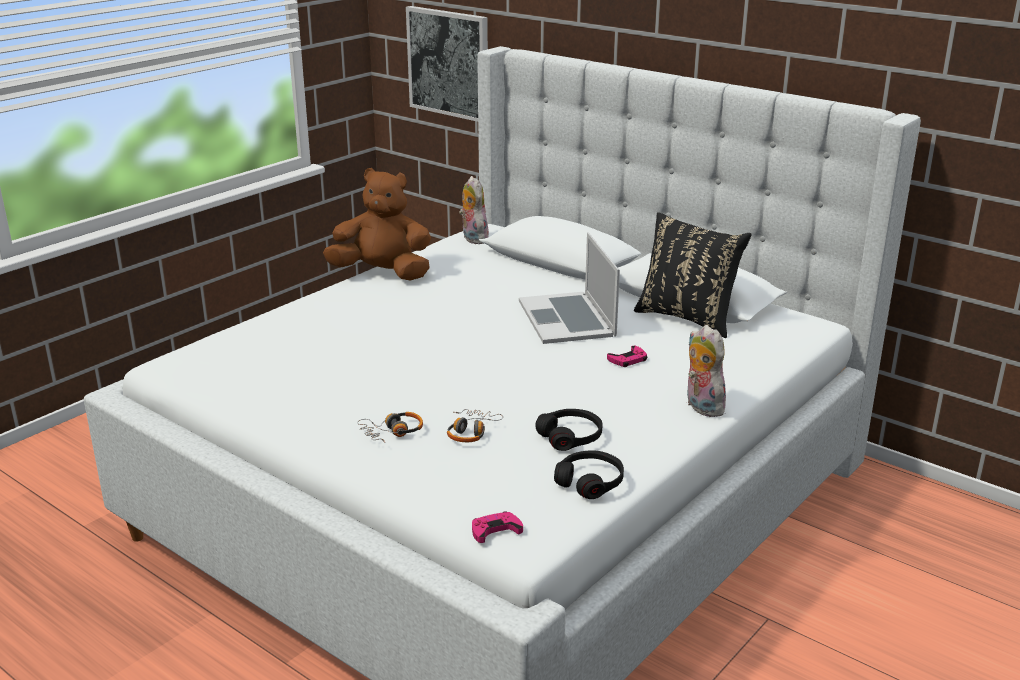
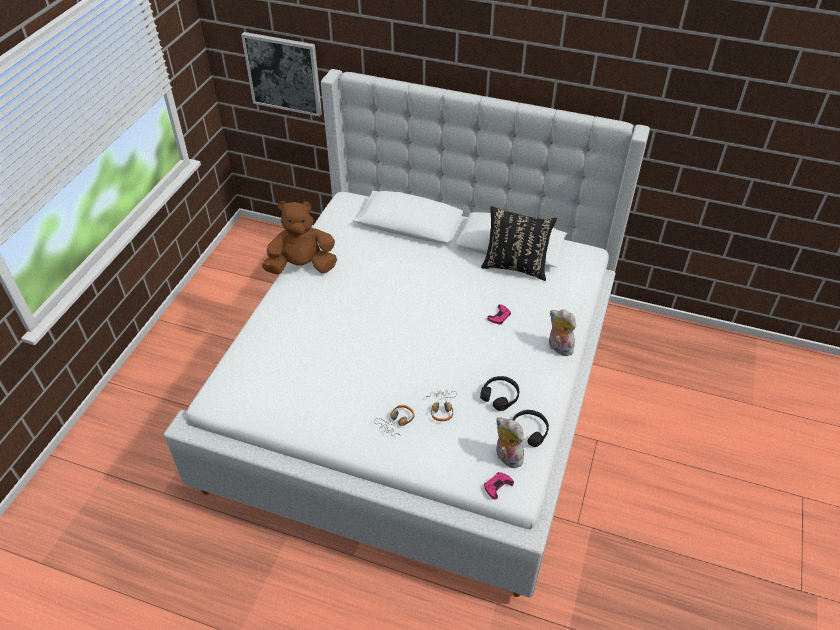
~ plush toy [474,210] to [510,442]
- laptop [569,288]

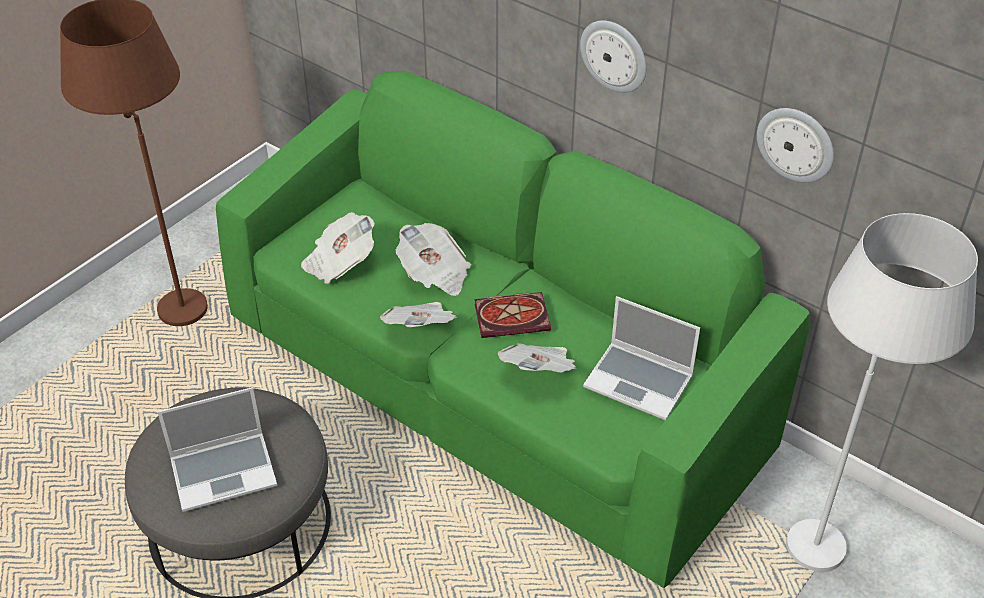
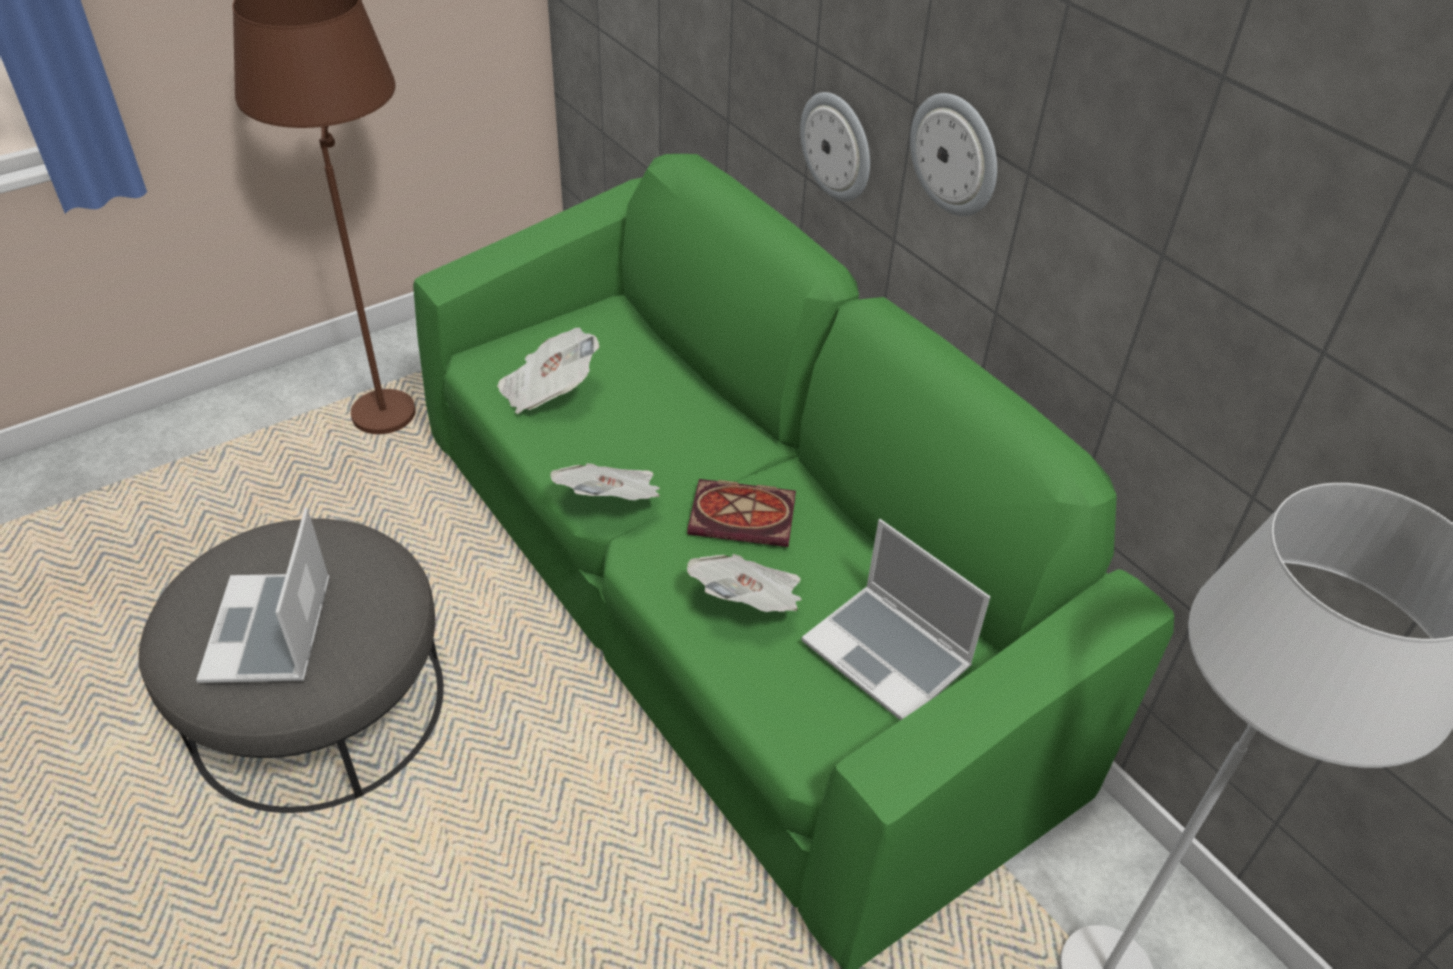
~ laptop [217,449] = [263,595] 90 degrees clockwise
~ wall clock [795,145] to [835,146]
- newspaper [433,259]

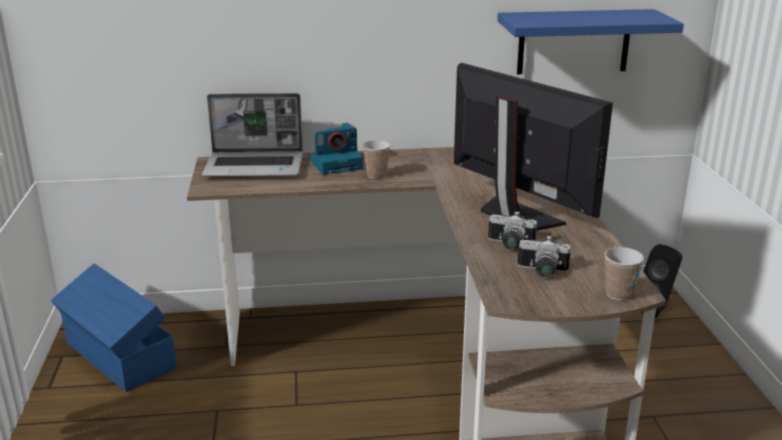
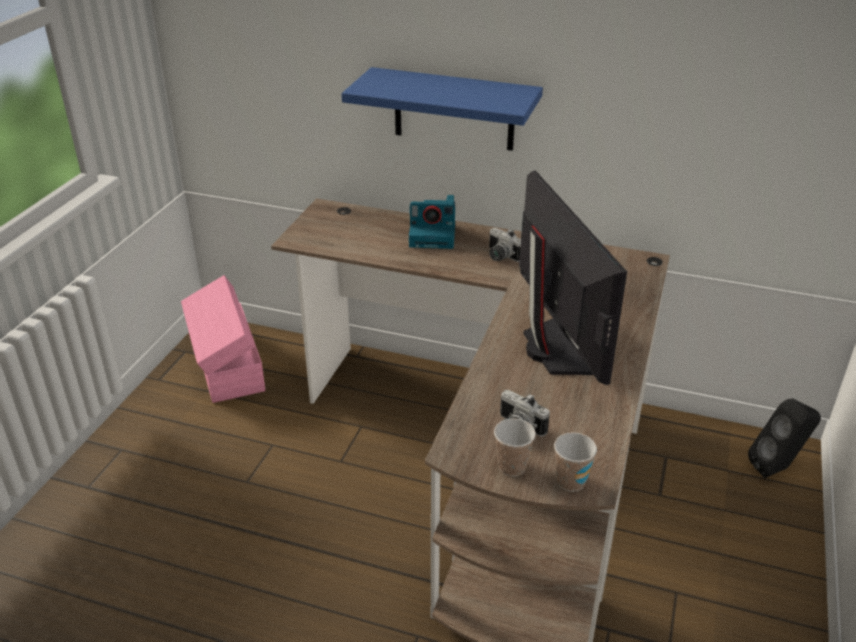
~ blue storage box [114,328] to pink storage box [223,339]
~ blue shelf [590,41] to [442,109]
~ photo camera [512,230] to [505,245]
~ cup [376,159] to [515,447]
- laptop [252,135]

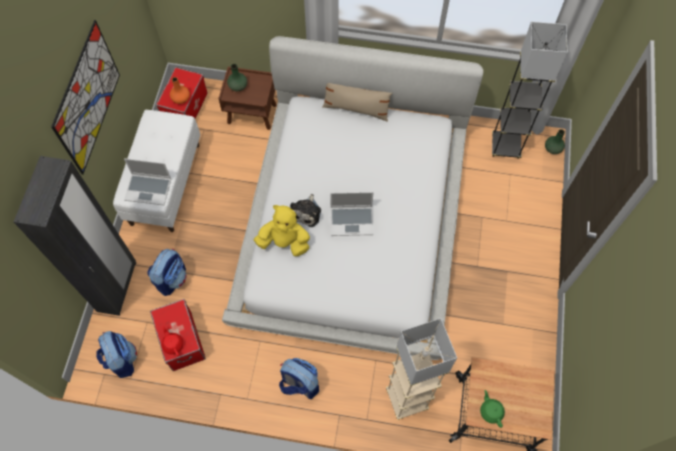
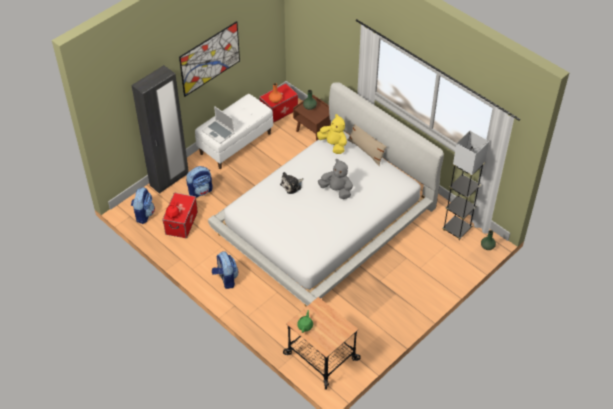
~ yellow plush toy [282,230] to [332,134]
+ grey plush toy [335,179]
- laptop [352,214]
- beige floor lamp [421,369]

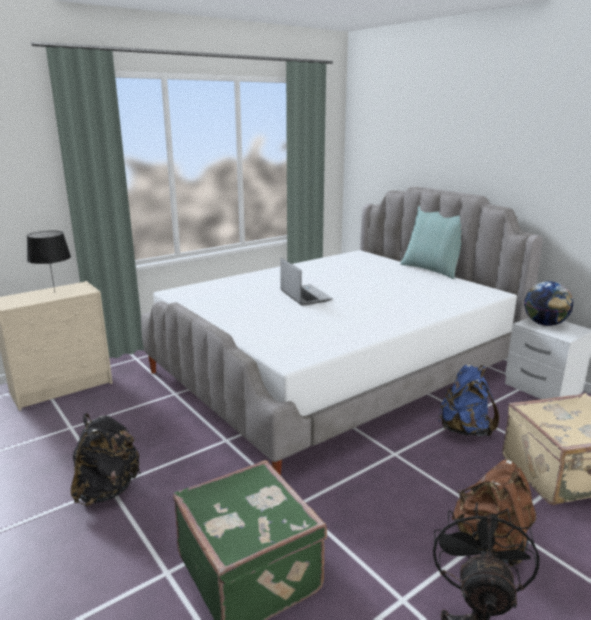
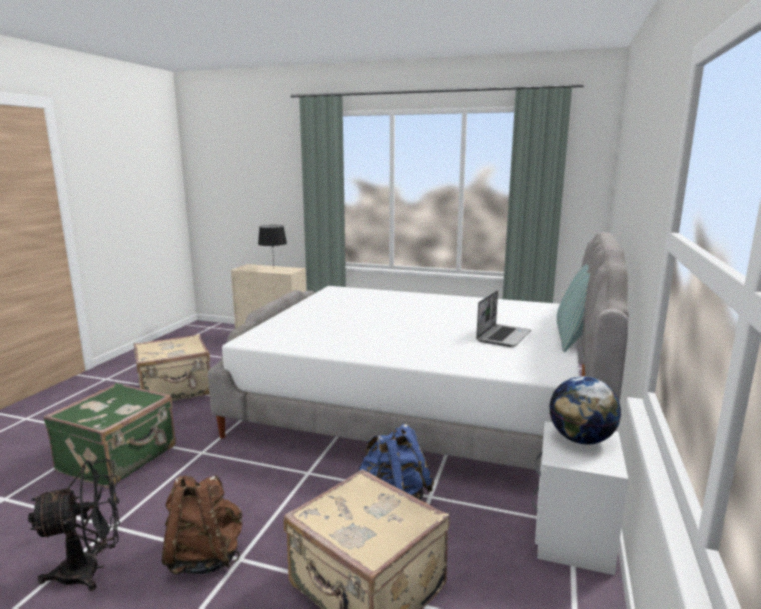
~ black backpack [106,459] to beige suitcase [171,367]
~ laptop [306,282] to [504,318]

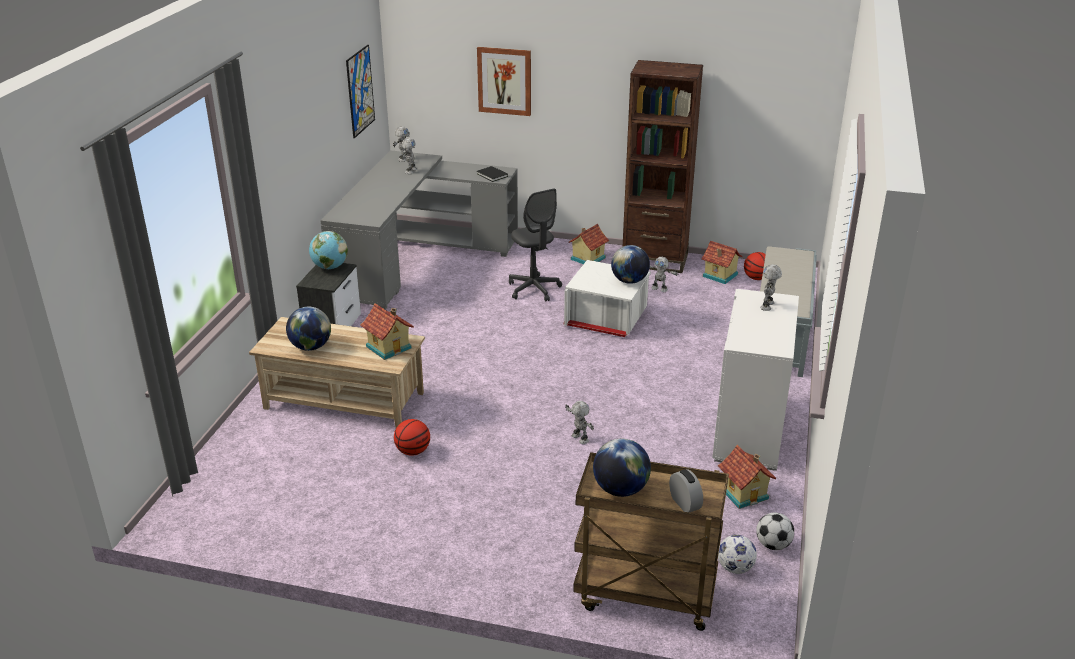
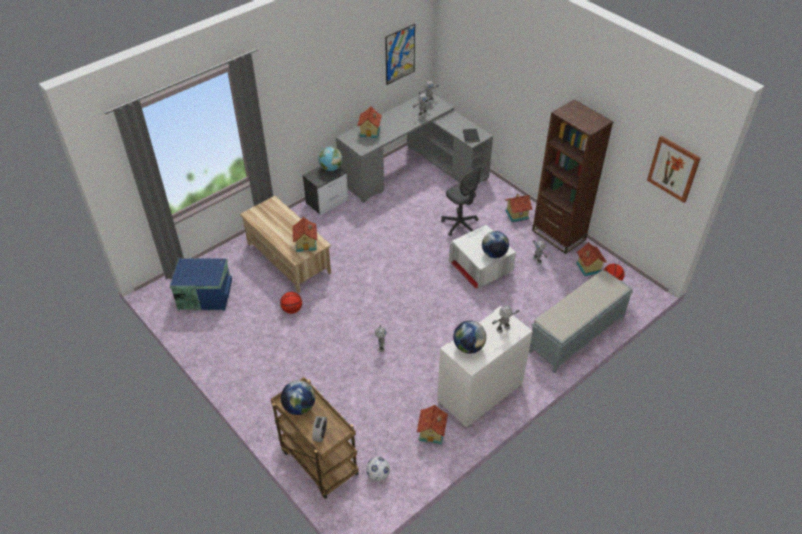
+ blue storage box [201,284]
+ toy house [369,122]
~ grey office chair [535,245] = [461,201] 45 degrees counterclockwise
~ globe [308,329] to [469,337]
~ picture [504,81] to [674,169]
- football [775,531]

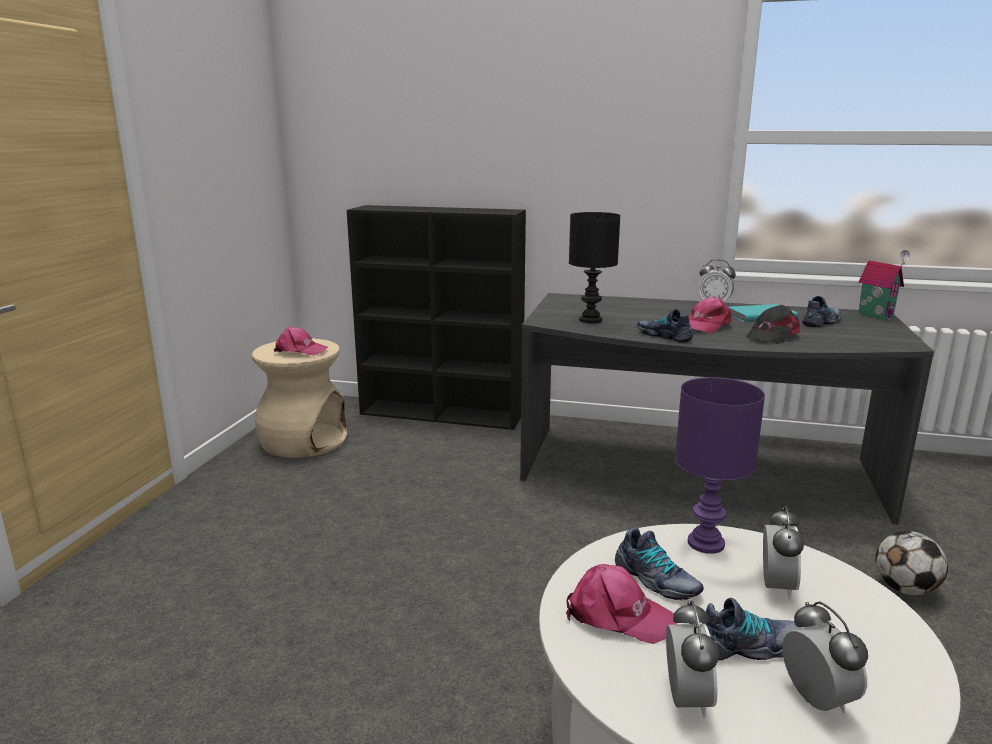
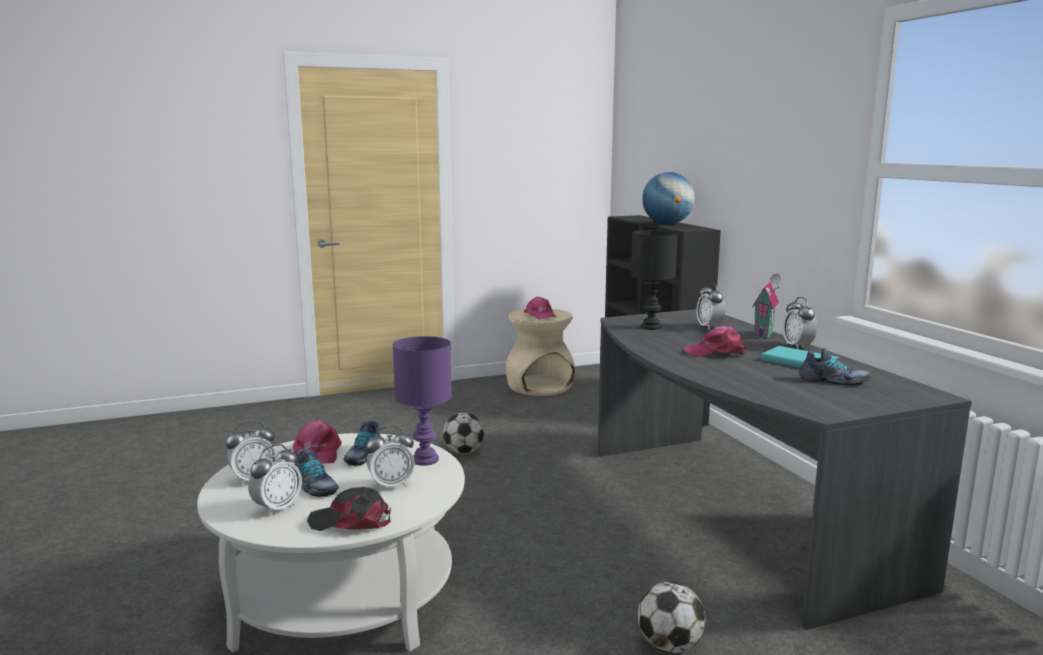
~ black cap [773,324] to [349,509]
+ football [463,433]
+ globe [668,198]
+ alarm clock [711,306]
~ toy house [884,285] to [766,306]
- shoe [665,326]

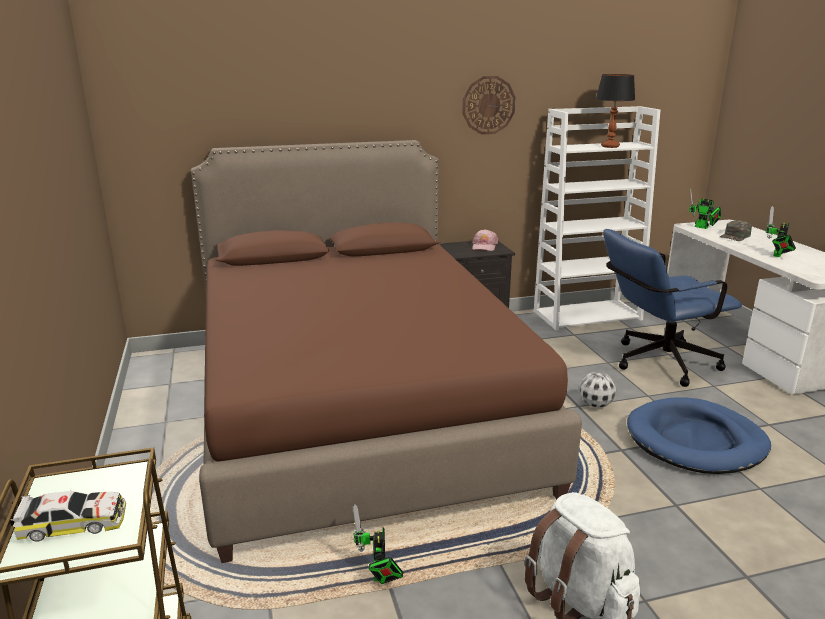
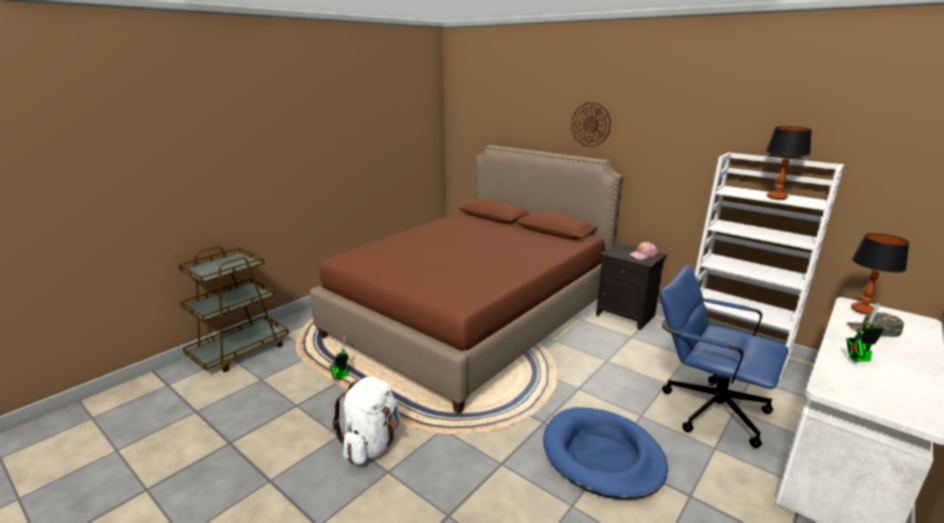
~ wall clock [489,105] to [591,124]
~ toy robot [705,208] to table lamp [880,274]
- toy car [68,516]
- football [597,390]

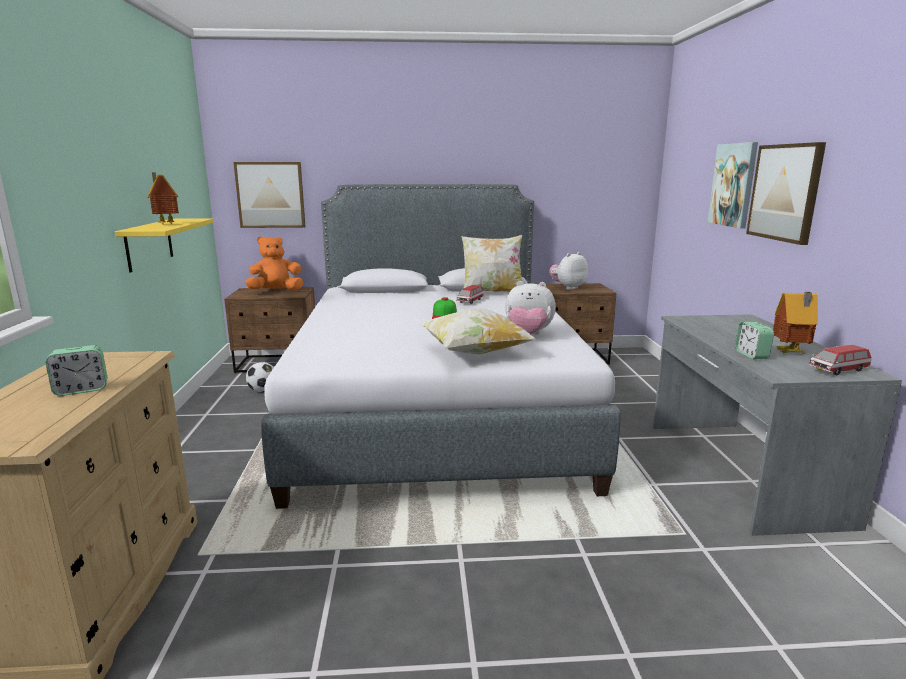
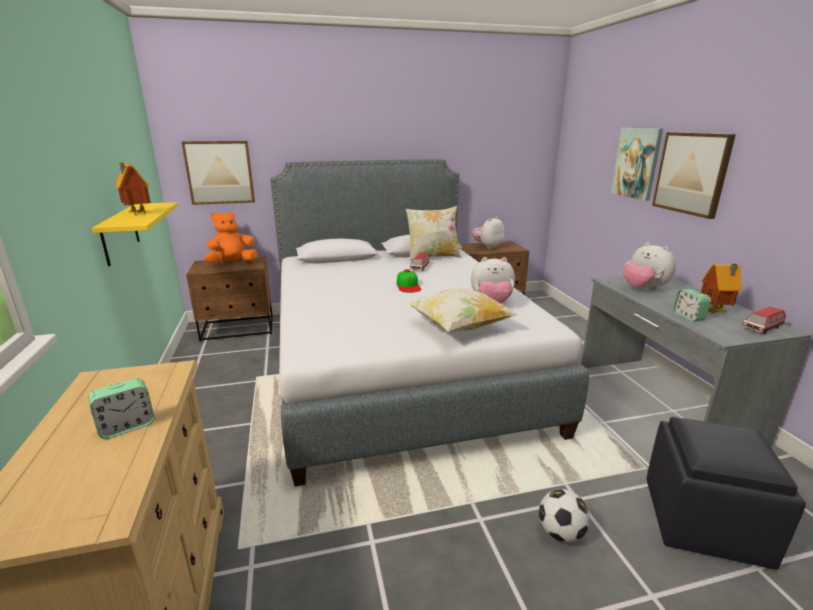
~ football [260,377] to [564,515]
+ plush toy [649,266]
+ black ottoman [726,493]

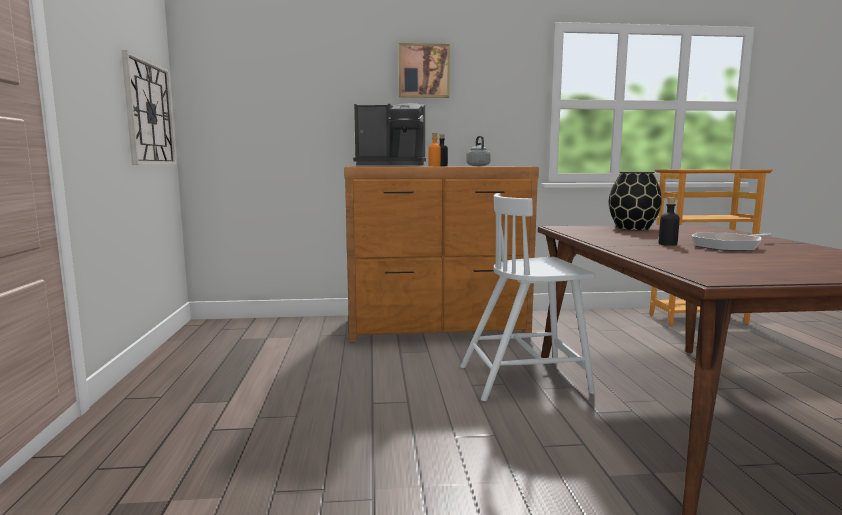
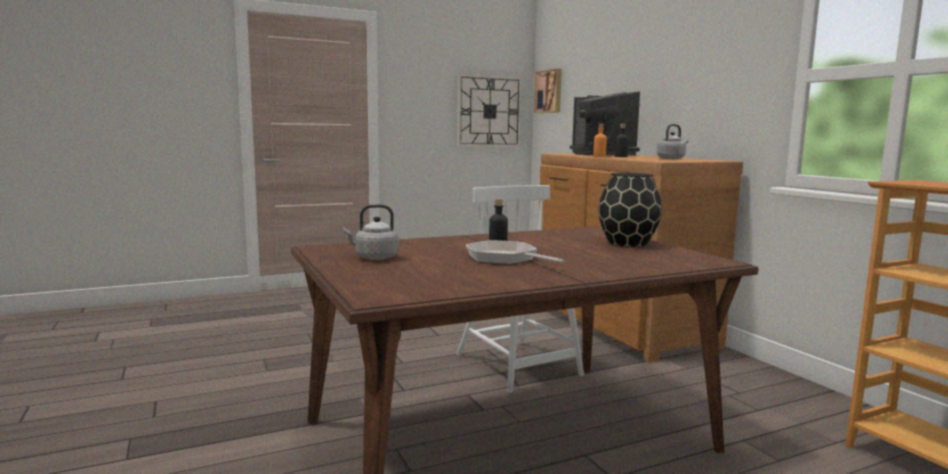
+ grey kettle [371,232]
~ picture [424,70] to [548,91]

